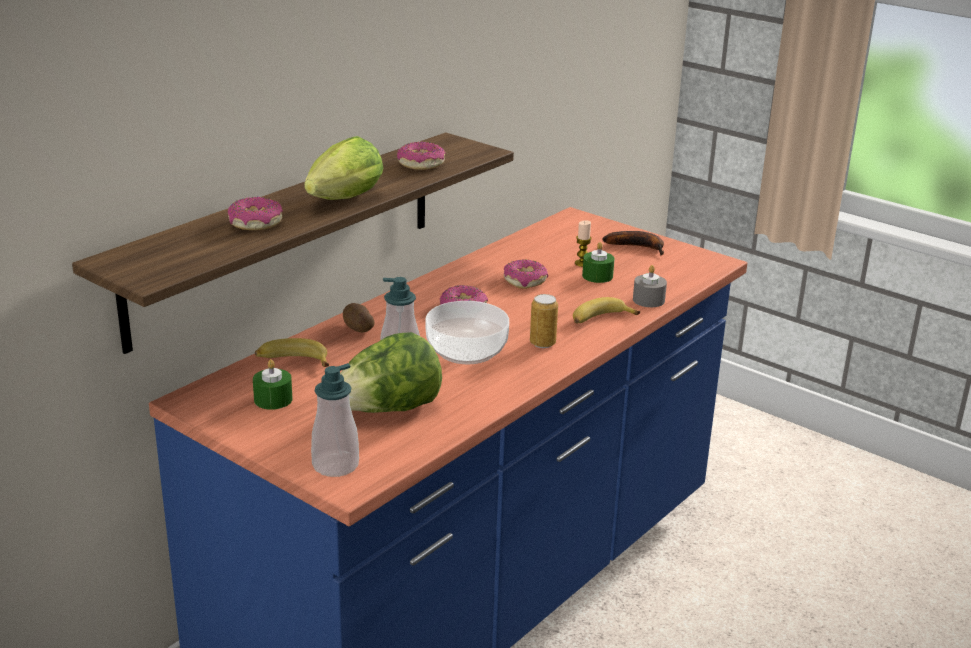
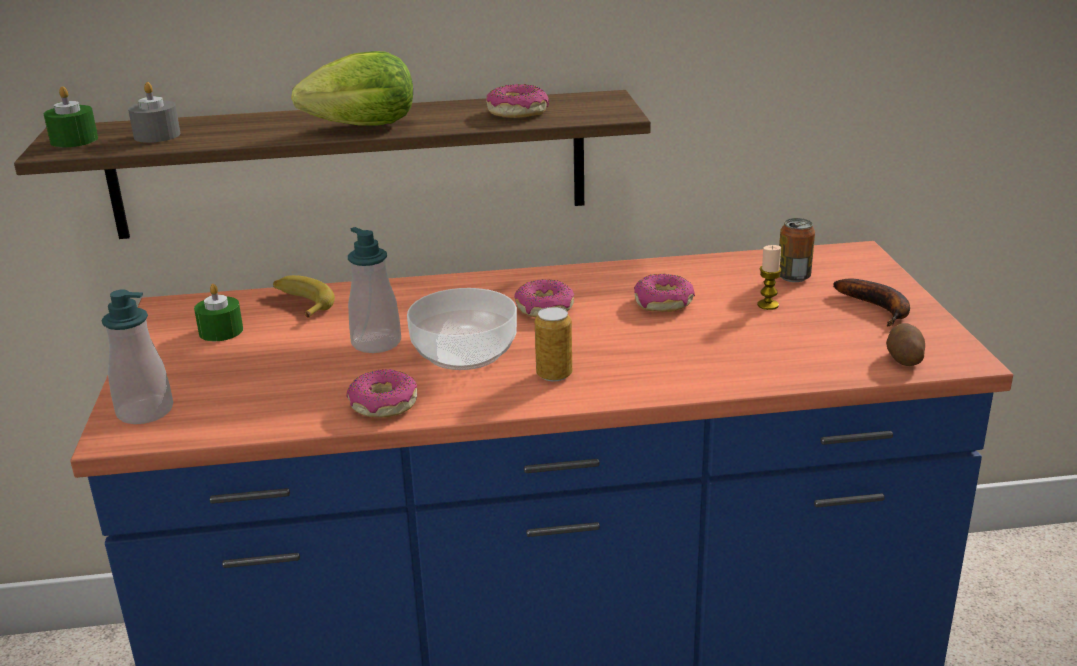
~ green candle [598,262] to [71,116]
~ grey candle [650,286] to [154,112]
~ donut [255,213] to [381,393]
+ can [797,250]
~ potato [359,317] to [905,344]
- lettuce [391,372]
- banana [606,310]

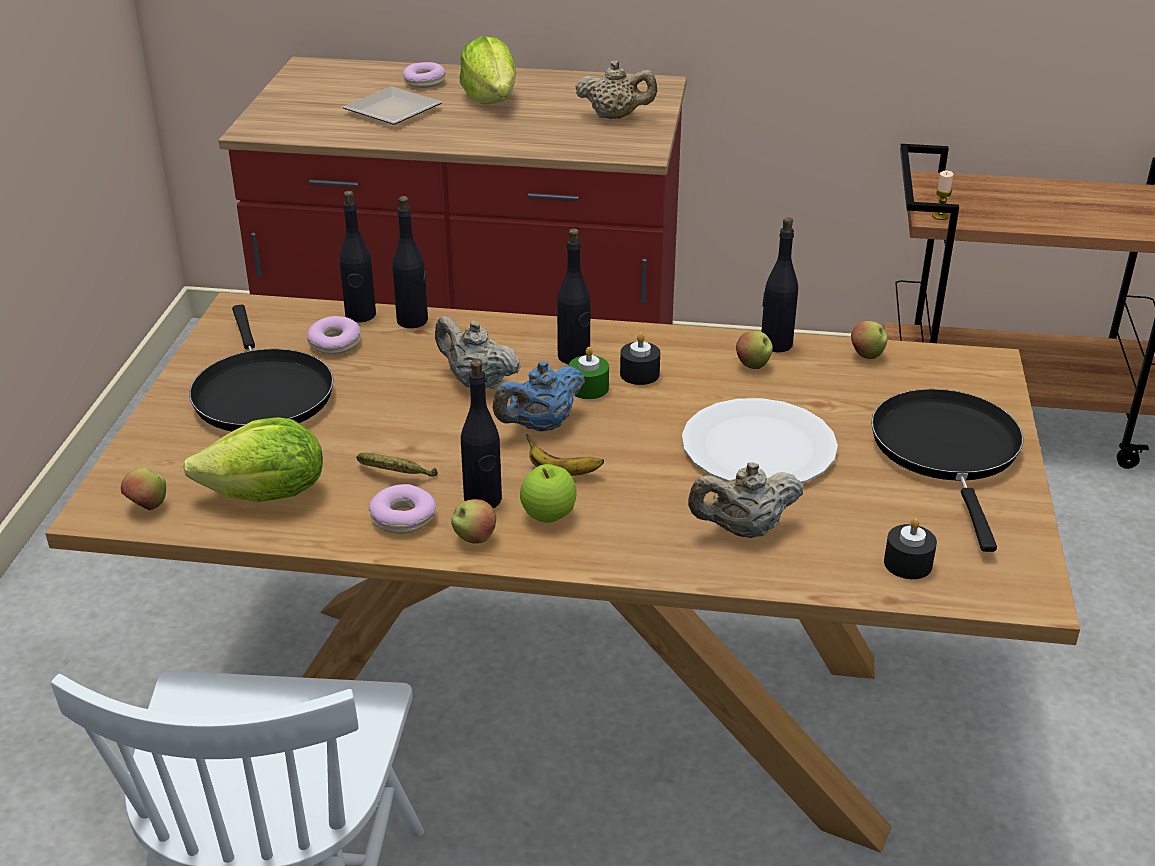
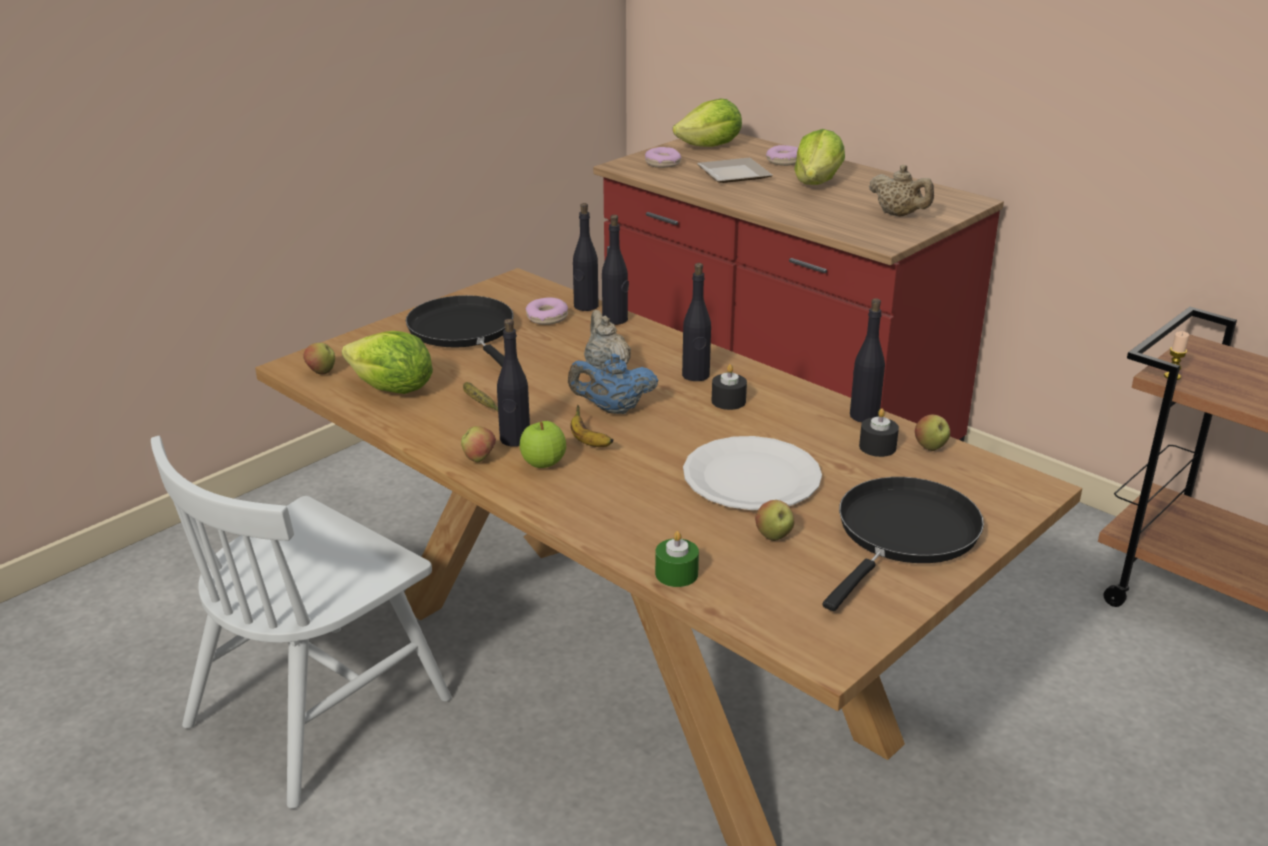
~ black frying pan [261,368] = [460,331] 135 degrees clockwise
~ donut [402,509] to [663,157]
~ green candle [589,373] to [677,559]
+ lettuce [707,123]
~ apple [754,349] to [774,520]
~ black candle [910,548] to [879,432]
- beige teapot [745,500]

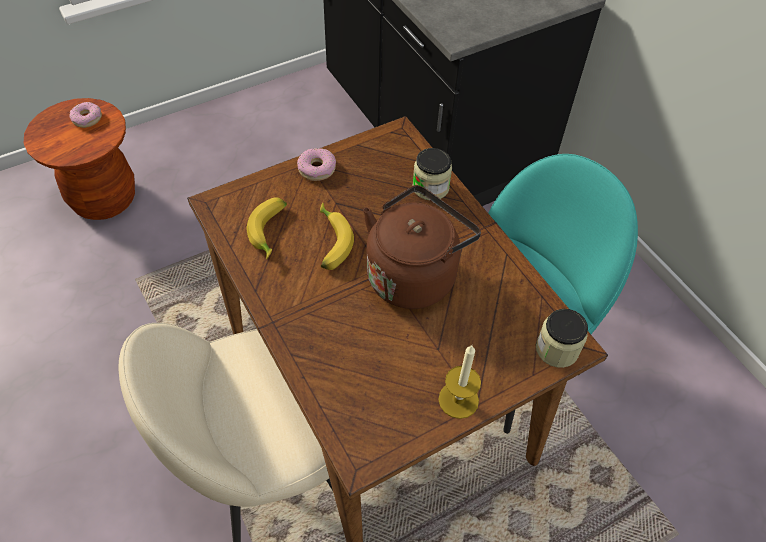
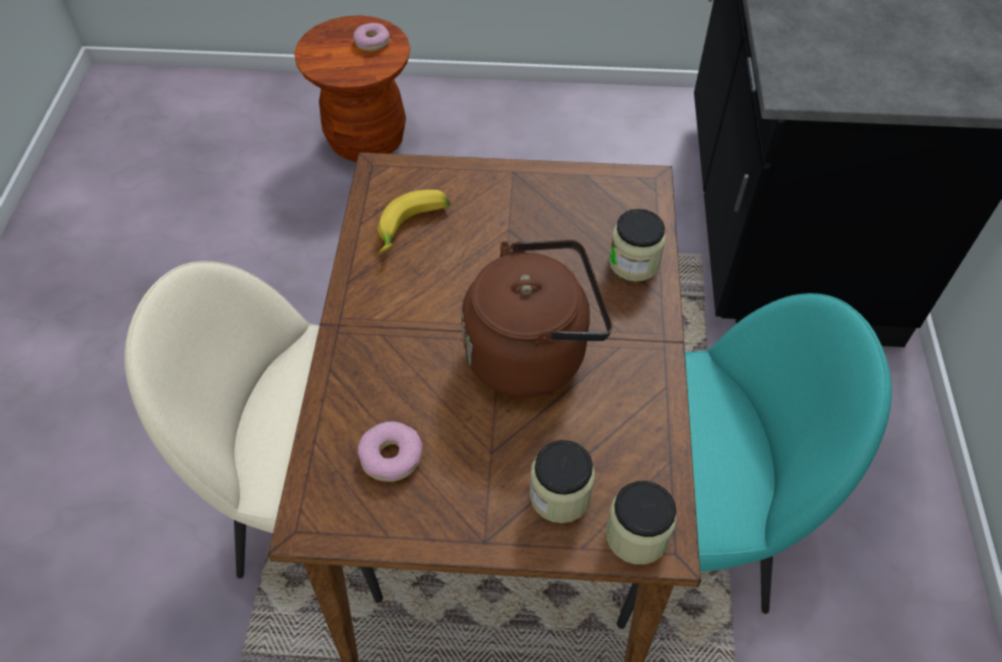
~ donut [316,164] to [390,451]
+ jar [562,481]
- banana [337,236]
- candle [459,382]

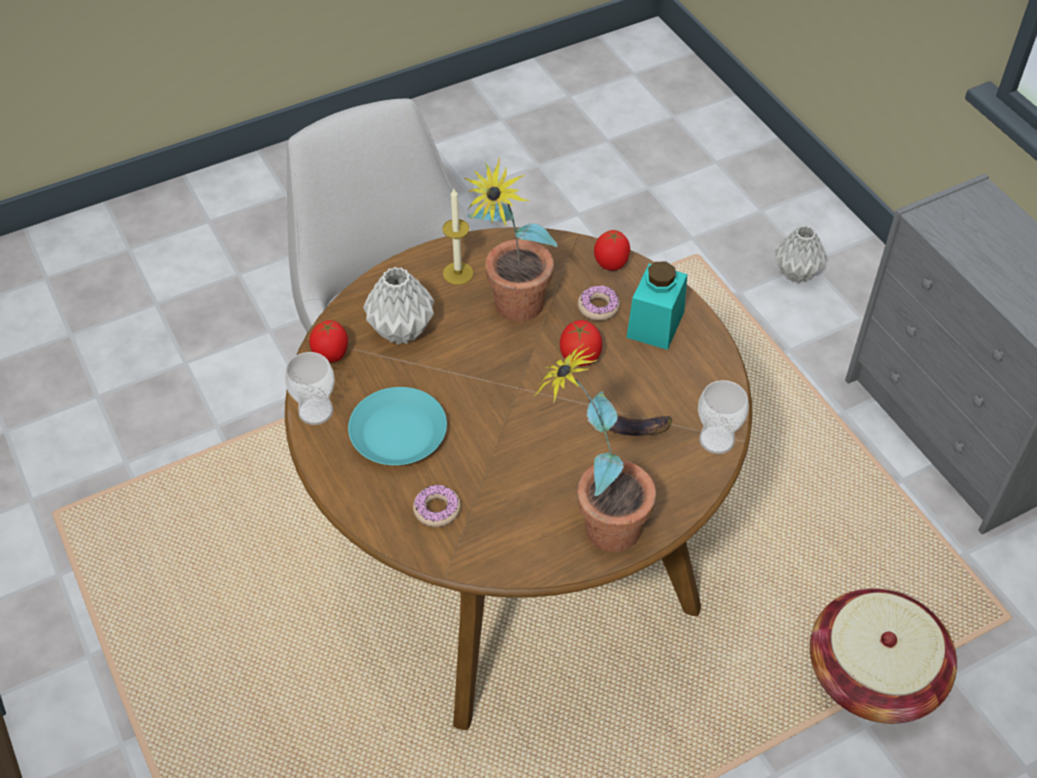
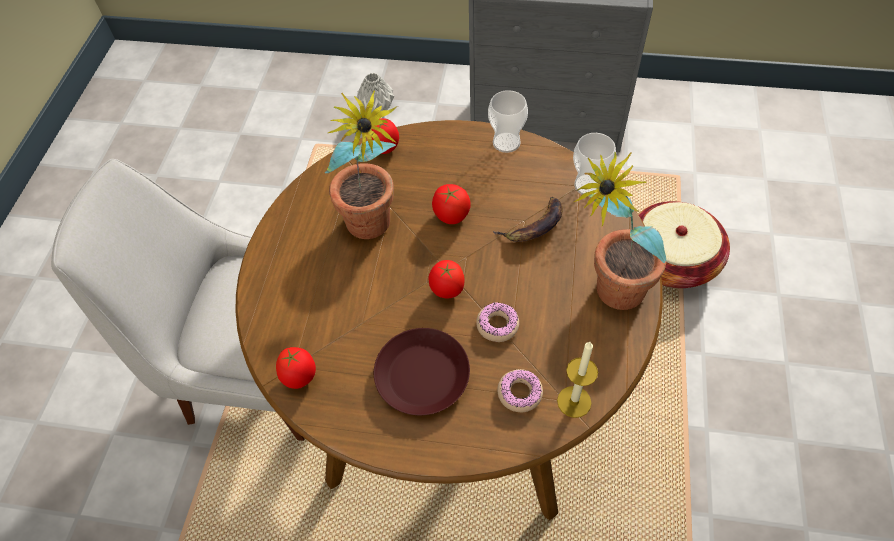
~ turquoise plate [397,426] to brown plate [422,372]
+ tomato [447,279]
~ donut [599,303] to [497,322]
~ cup [310,388] to [508,121]
~ candle [457,237] to [577,380]
- grey vase [398,306]
- turquoise jar [656,306]

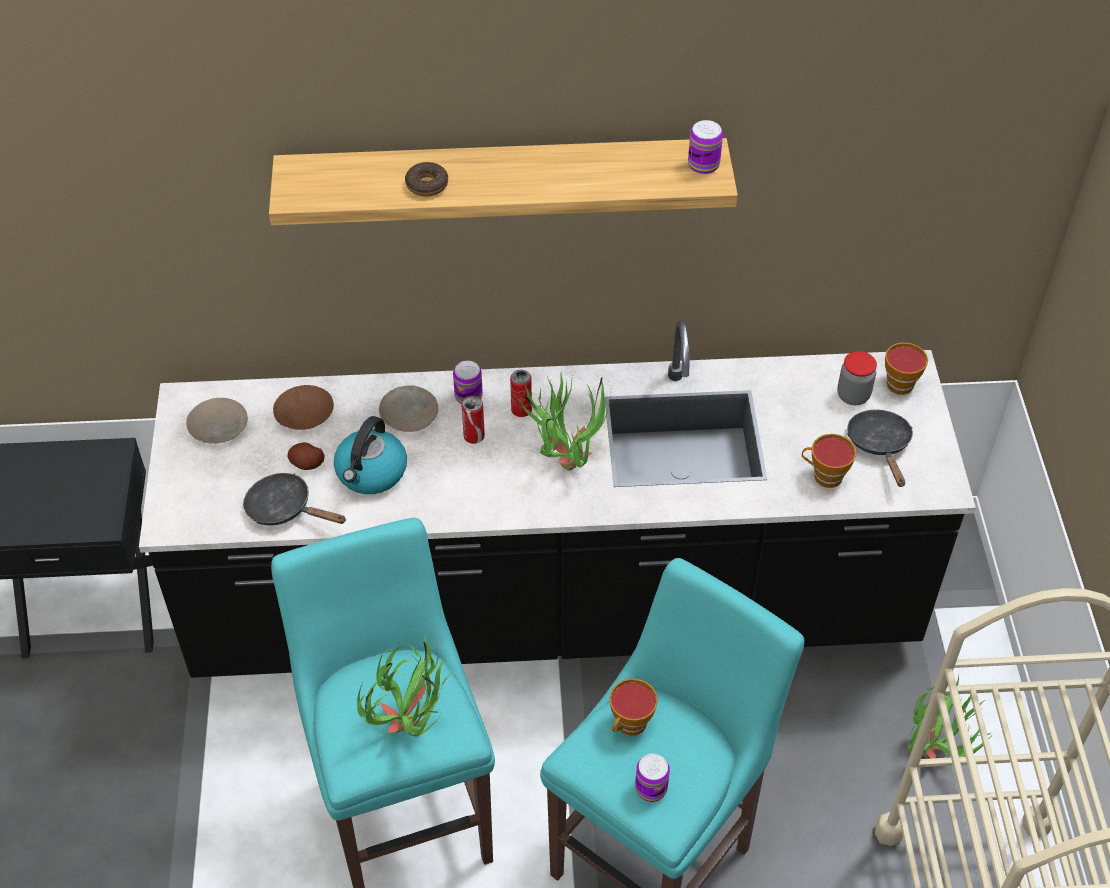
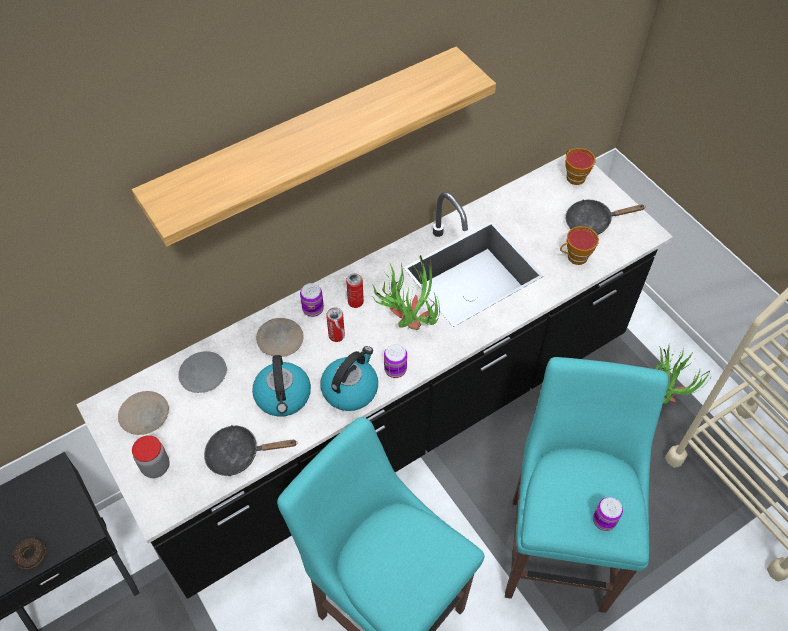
~ donut [426,179] to [29,553]
~ jar [857,378] to [151,456]
~ brown plate [303,407] to grey plate [202,372]
+ kettle [349,378]
~ can [705,147] to [395,361]
~ black frying pan [880,448] = [605,217] 60 degrees counterclockwise
- potato [306,456]
- potted plant [404,686]
- cup [633,707]

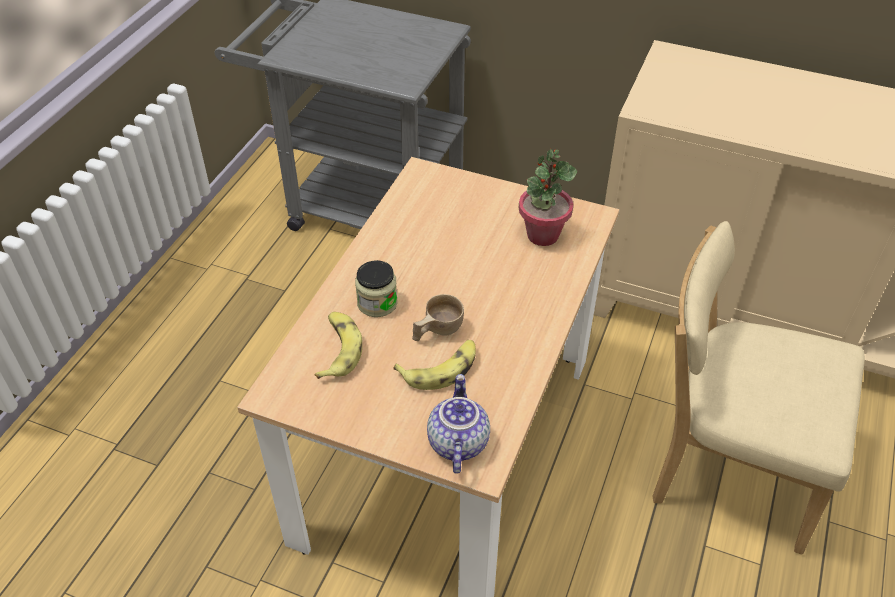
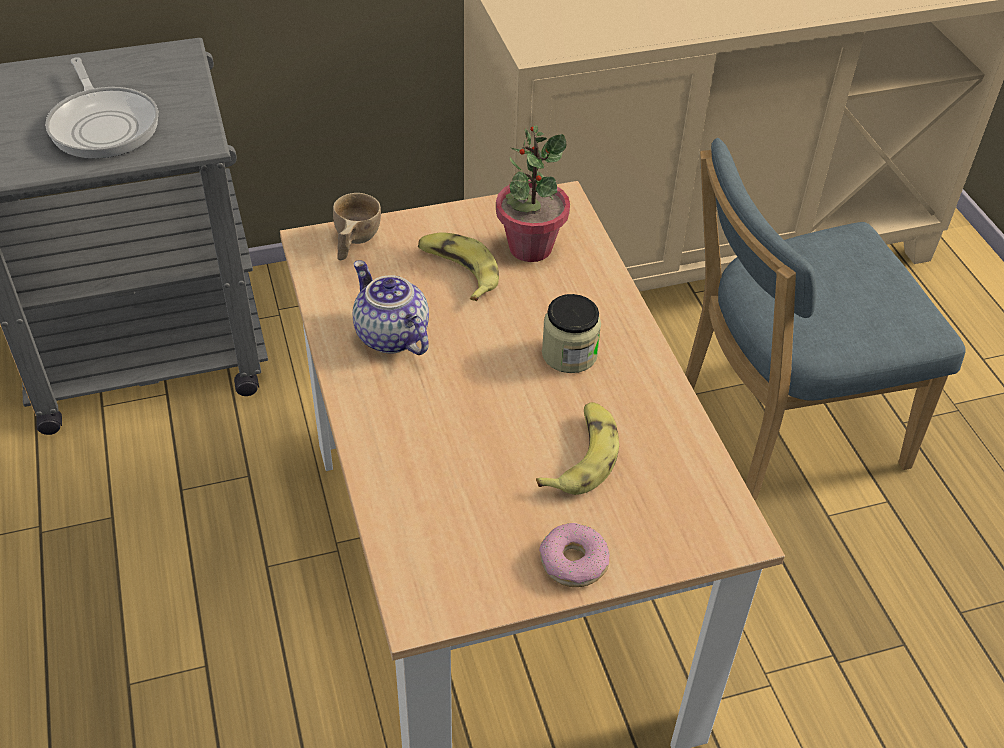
+ frying pan [101,108]
~ beige cup [438,317] to [357,226]
~ teapot [458,424] to [391,307]
~ banana [338,345] to [458,266]
+ donut [574,555]
~ jar [376,288] to [571,333]
~ beige chair [758,388] to blue chair [825,319]

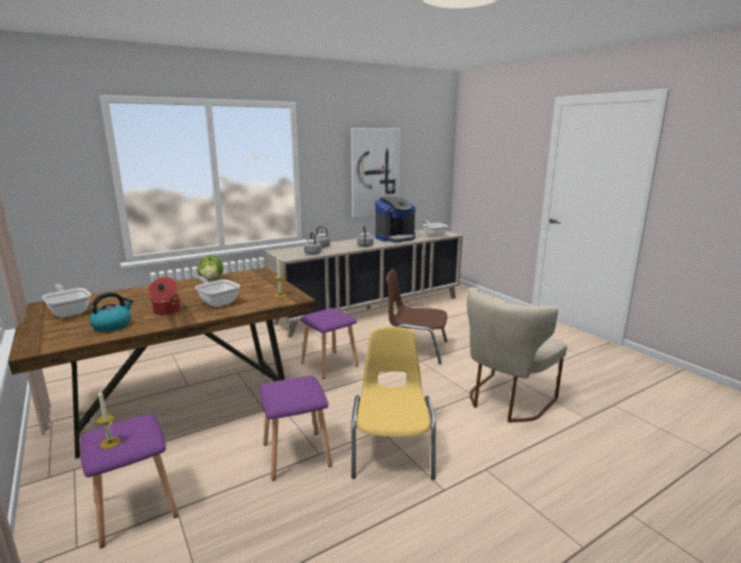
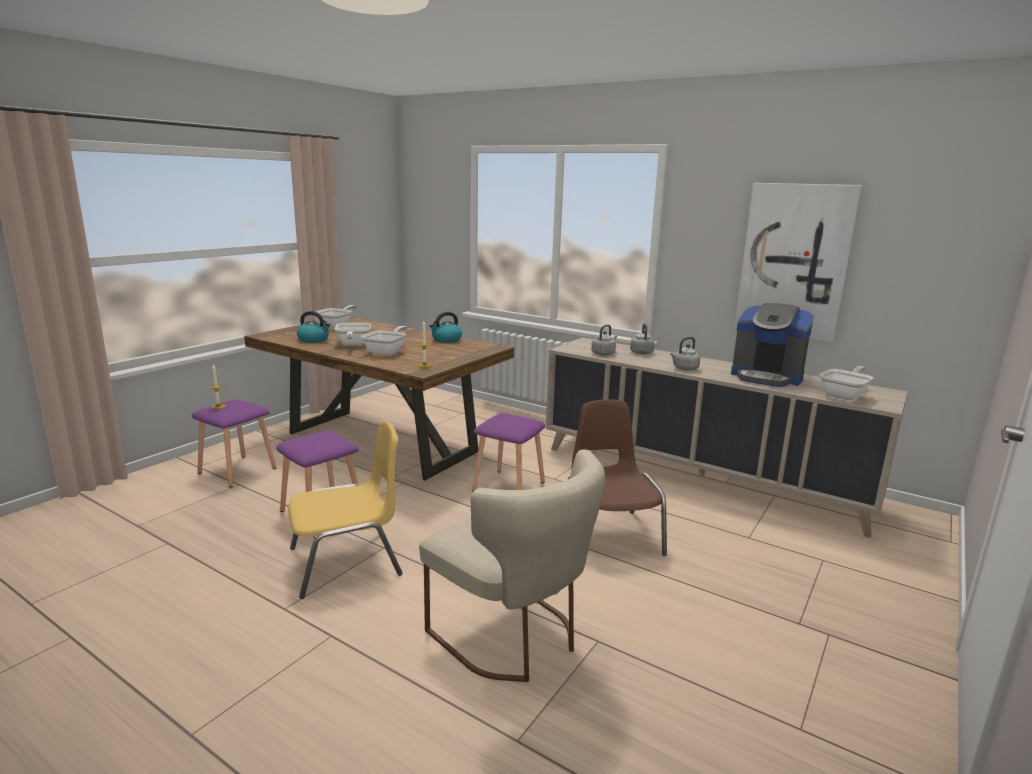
~ cooking pot [164,296] to frying pan [353,334]
~ beige chair [517,354] = [512,565] 150 degrees counterclockwise
~ lettuce [210,269] to kettle [445,327]

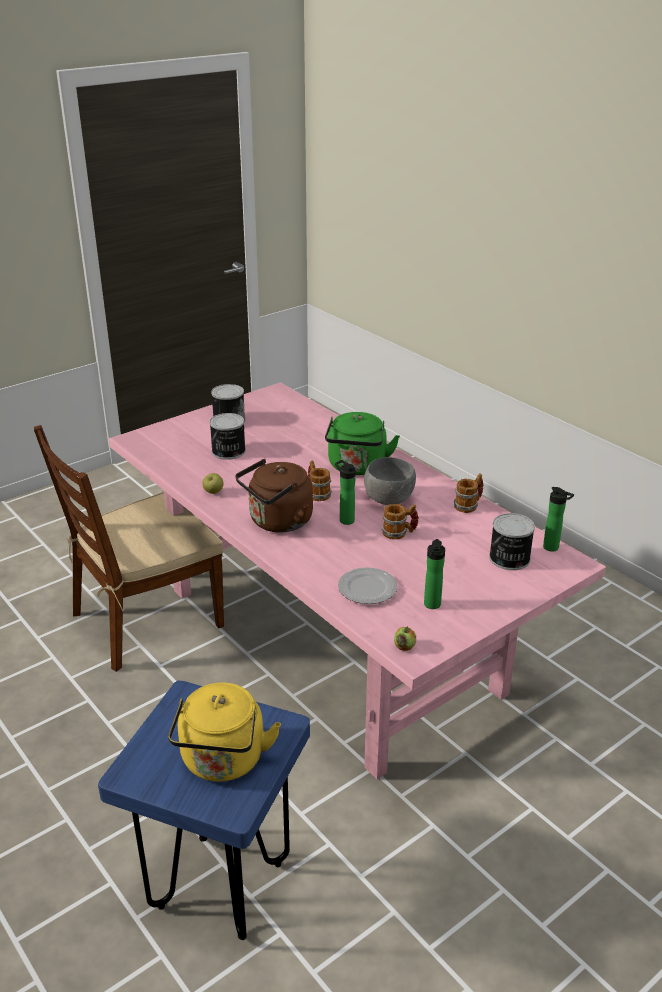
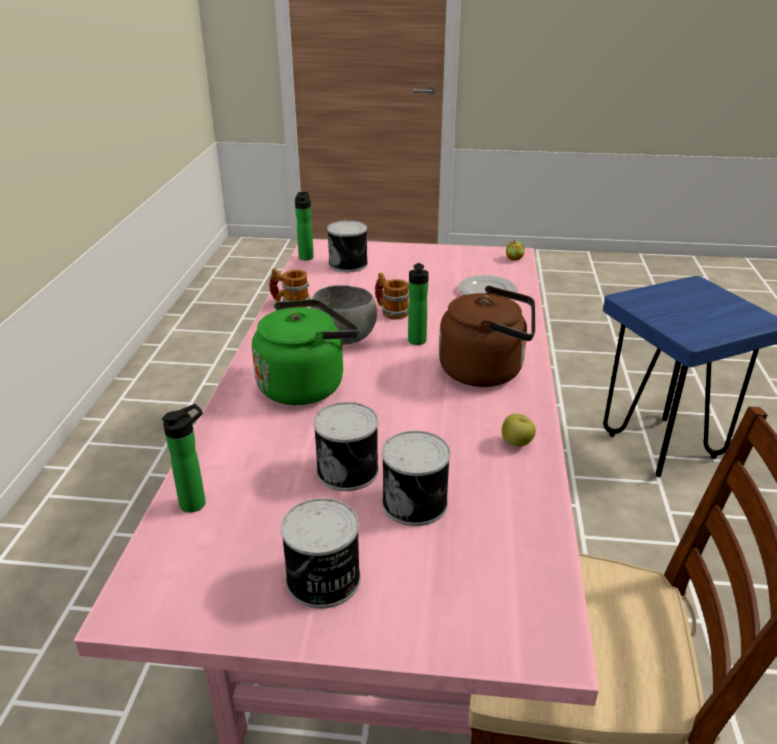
~ bottle [434,574] to [184,458]
+ can [346,446]
- yellow kettle [224,732]
- mug [320,481]

